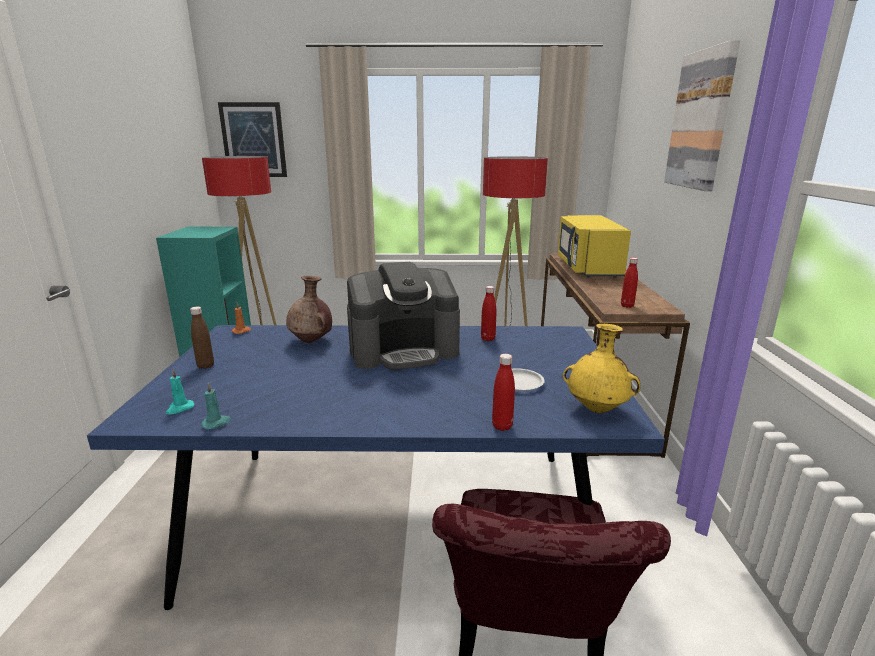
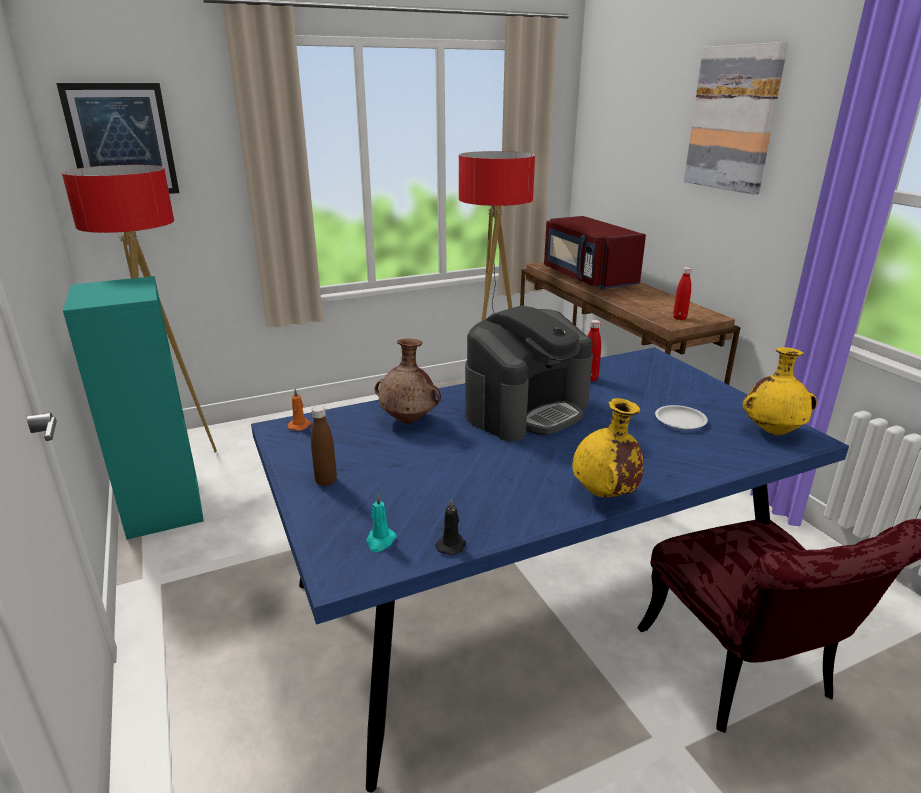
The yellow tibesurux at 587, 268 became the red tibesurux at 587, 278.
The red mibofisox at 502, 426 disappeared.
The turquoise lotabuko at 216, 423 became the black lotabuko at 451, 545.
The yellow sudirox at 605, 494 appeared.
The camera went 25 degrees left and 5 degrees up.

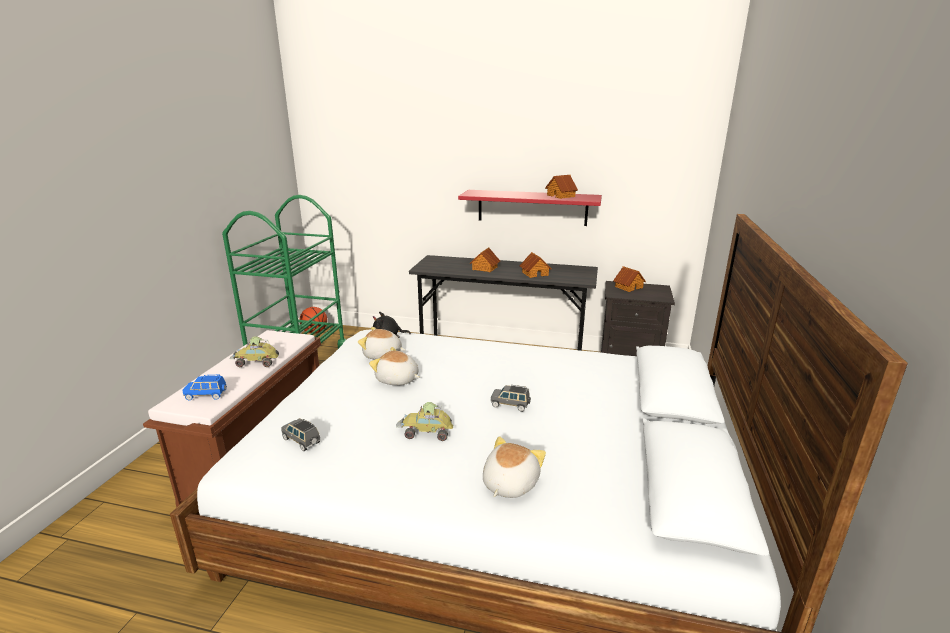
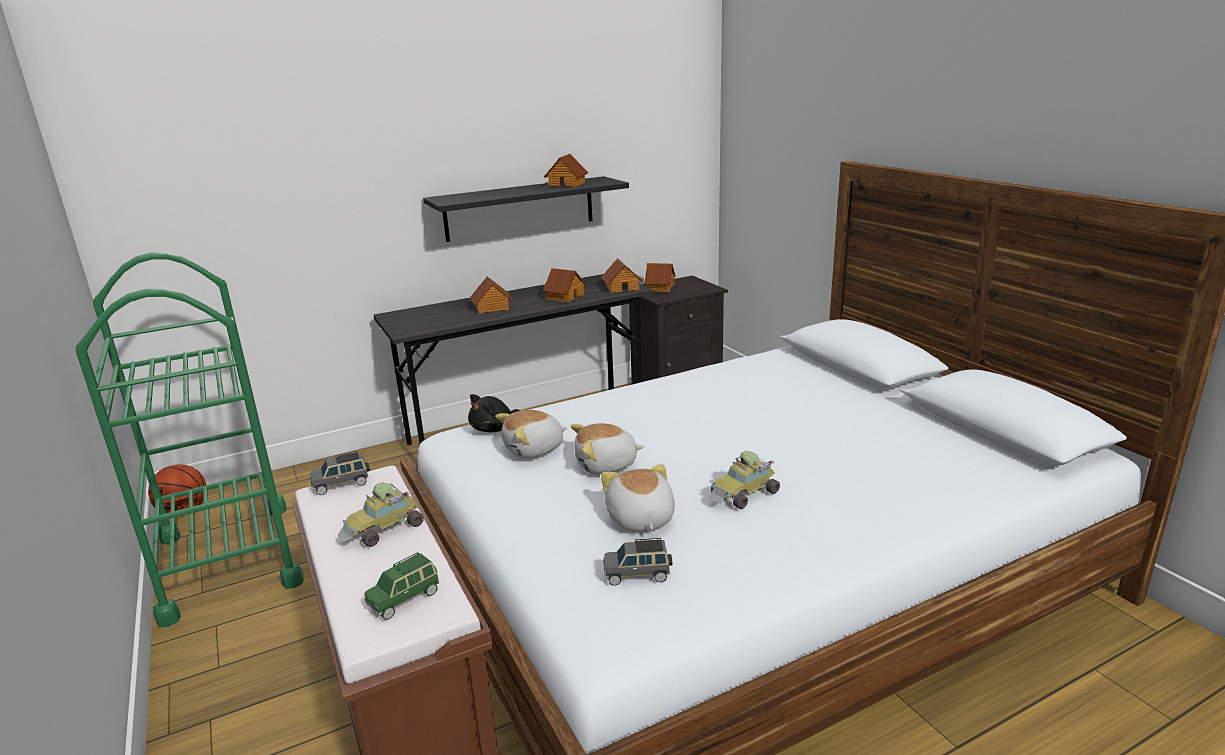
The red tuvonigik at 532, 207 became the black tuvonigik at 520, 208.
The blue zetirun at 207, 395 became the green zetirun at 405, 599.
The grey zetirun moved from 510, 405 to 342, 484.
The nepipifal moved from 508, 484 to 640, 519.
The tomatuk at 622, 288 appeared.
The camera went 40 degrees left and 0 degrees up.

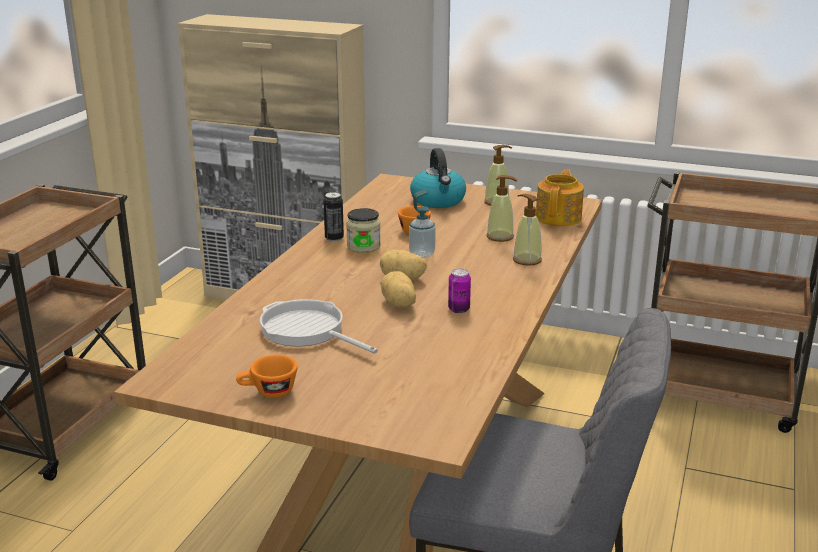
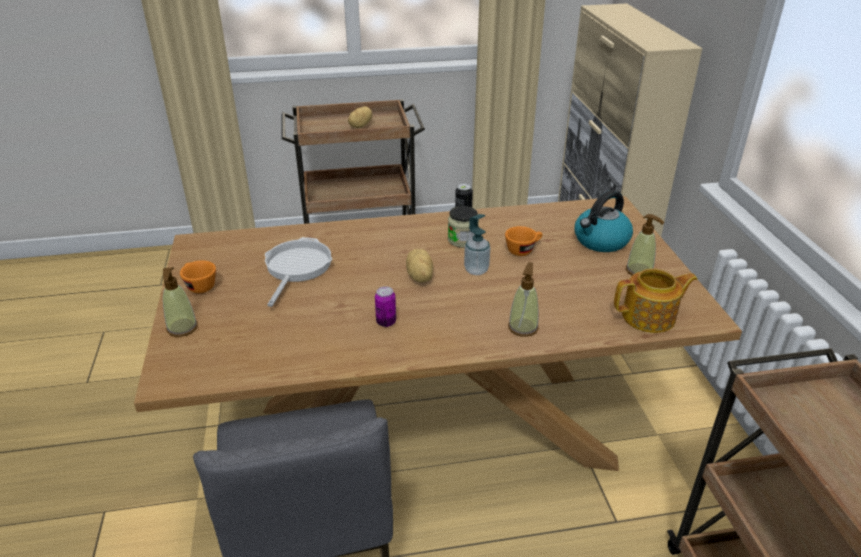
The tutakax moved from 500, 237 to 182, 328.
The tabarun moved from 398, 304 to 360, 126.
The camera went 60 degrees right and 10 degrees up.

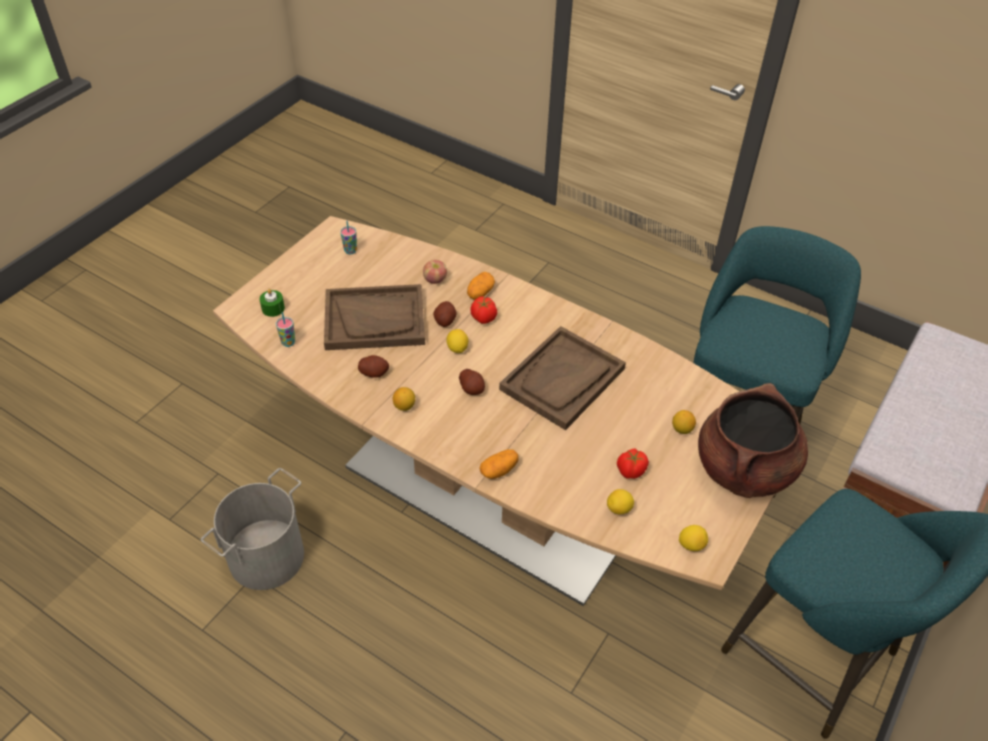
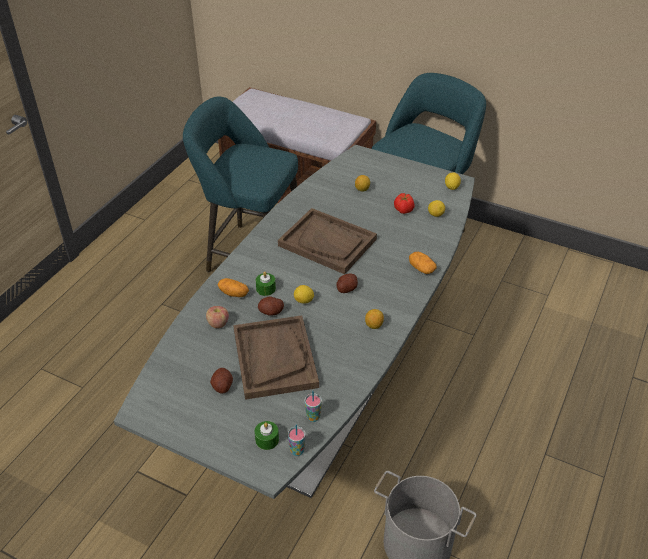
The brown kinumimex at 491, 494 became the grey kinumimex at 324, 389.
The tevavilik moved from 350, 251 to 297, 451.
The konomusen at 483, 318 was replaced by the green lotabuko at 266, 289.
The tabarun moved from 374, 372 to 222, 386.
The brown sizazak at 744, 469 disappeared.
The camera went 95 degrees left and 5 degrees down.

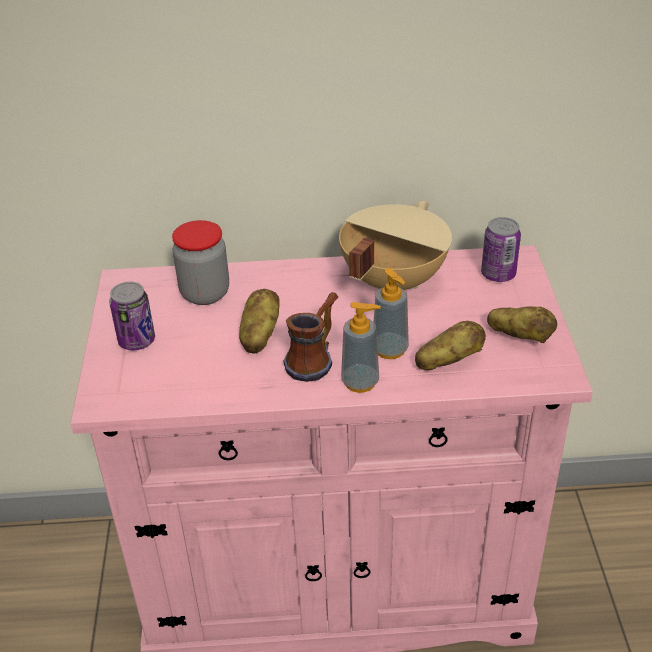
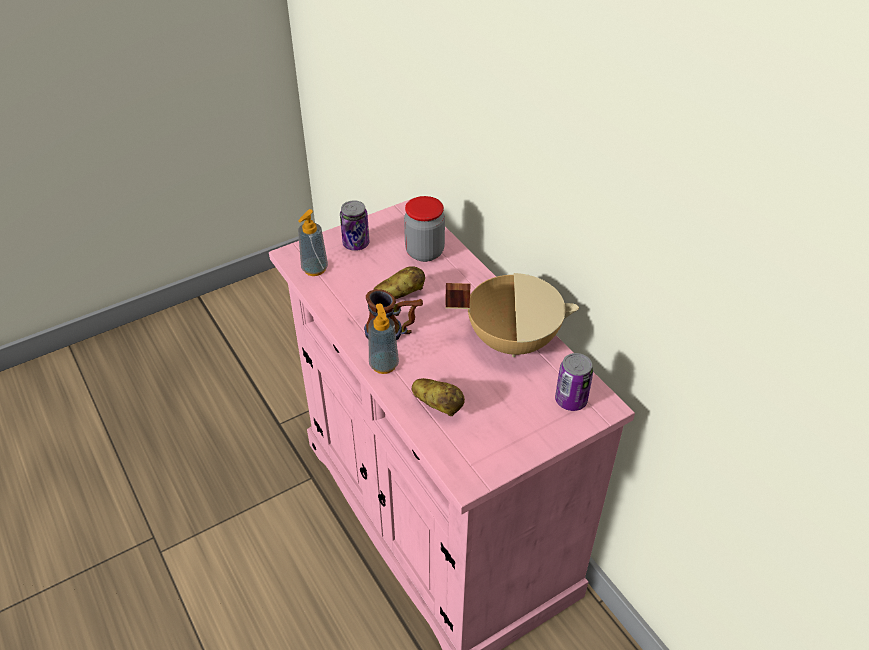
The tutakax moved from 390, 349 to 314, 269.
The tabarun at 520, 337 disappeared.
The camera went 60 degrees right and 5 degrees up.

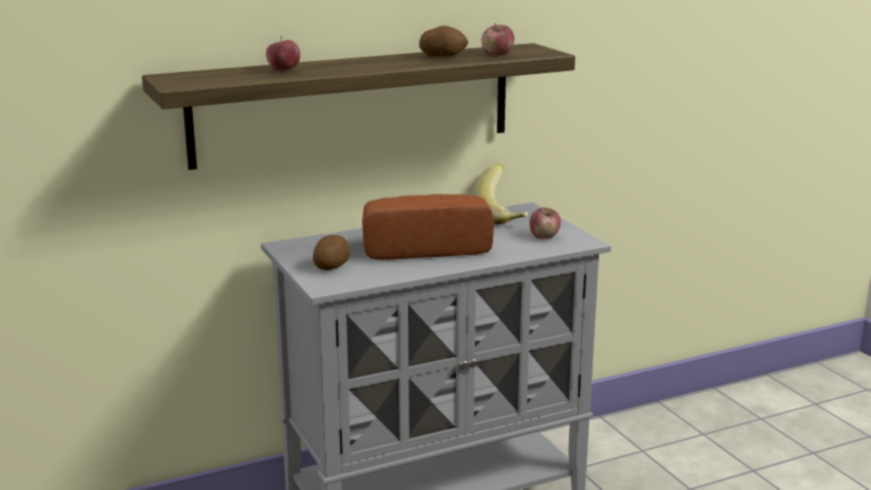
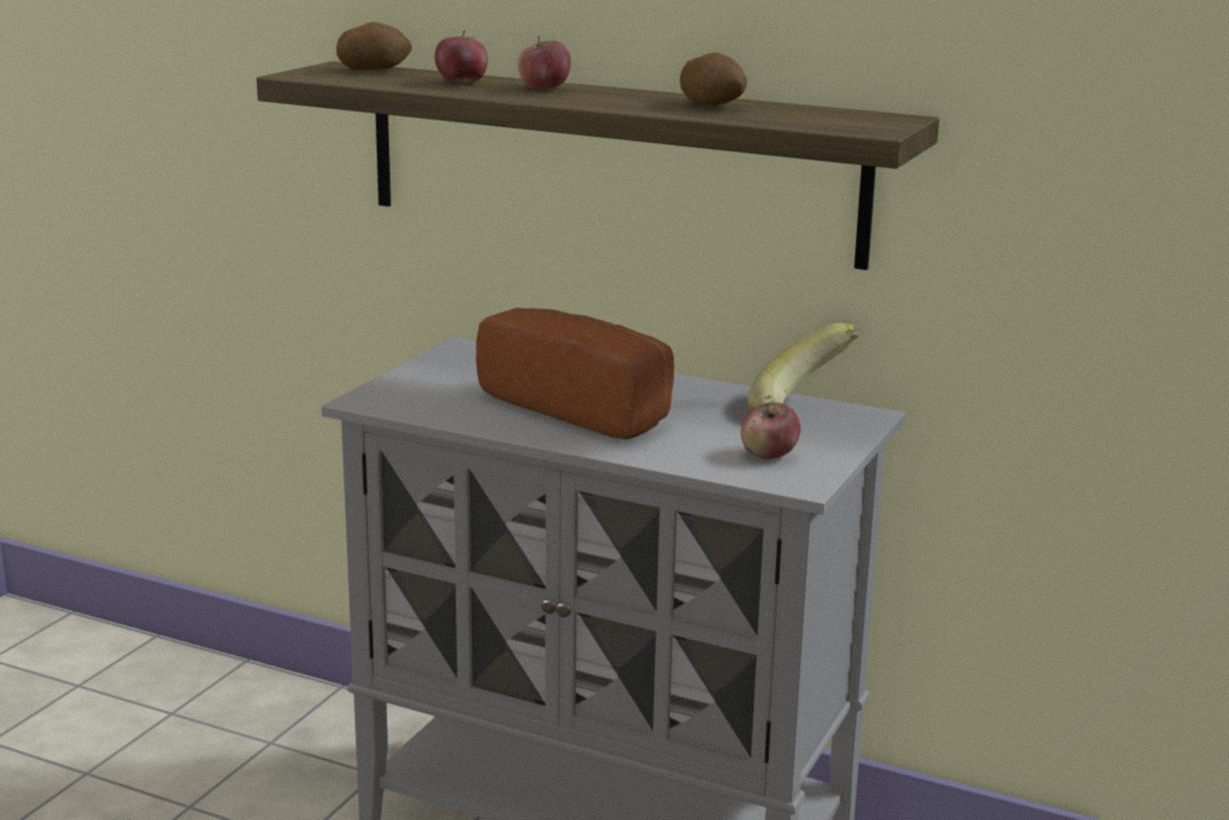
The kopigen moved from 497, 54 to 543, 88.
The tabarun moved from 331, 266 to 374, 70.
The camera went 50 degrees right and 0 degrees up.

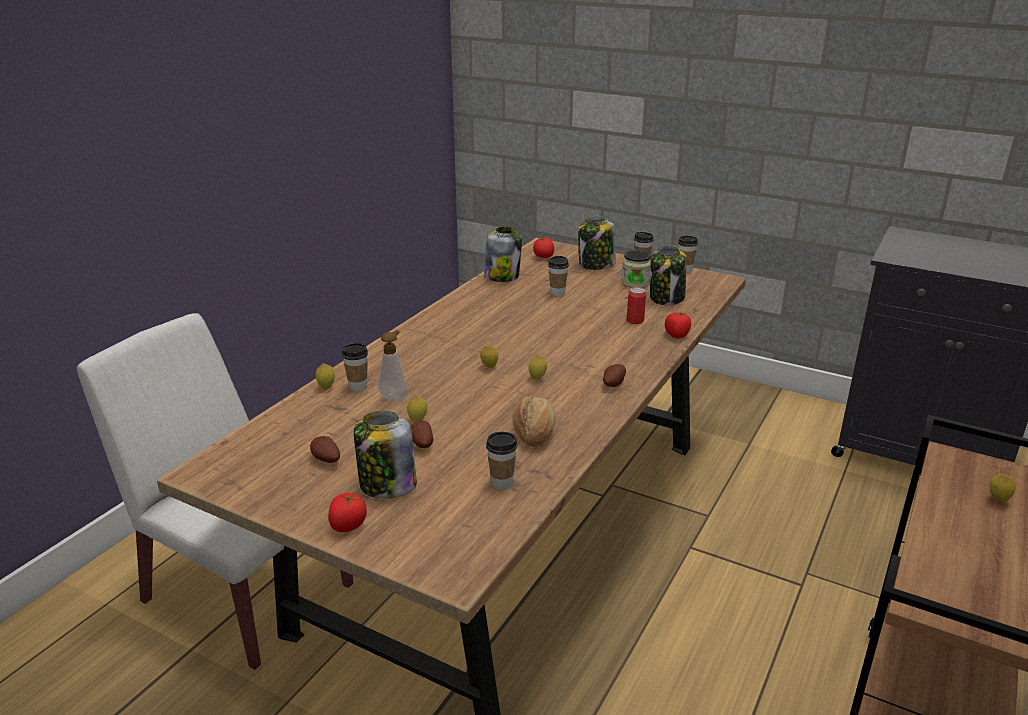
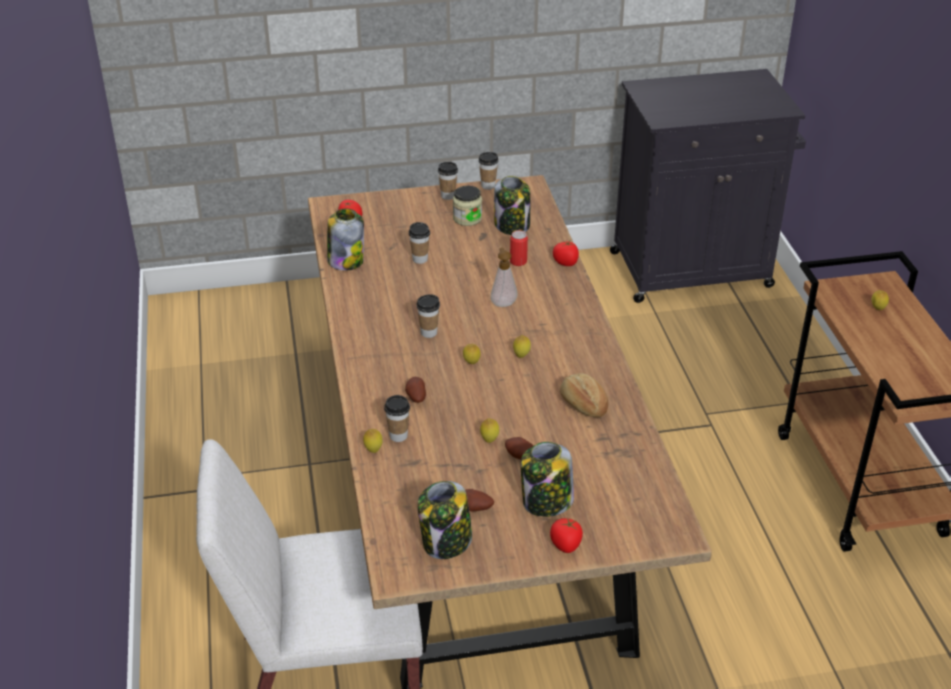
The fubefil moved from 596, 265 to 446, 542.
The tutakax moved from 394, 397 to 503, 303.
The tabarun moved from 613, 384 to 415, 397.
The tevavilik moved from 502, 483 to 428, 333.
The camera went 40 degrees left and 10 degrees up.

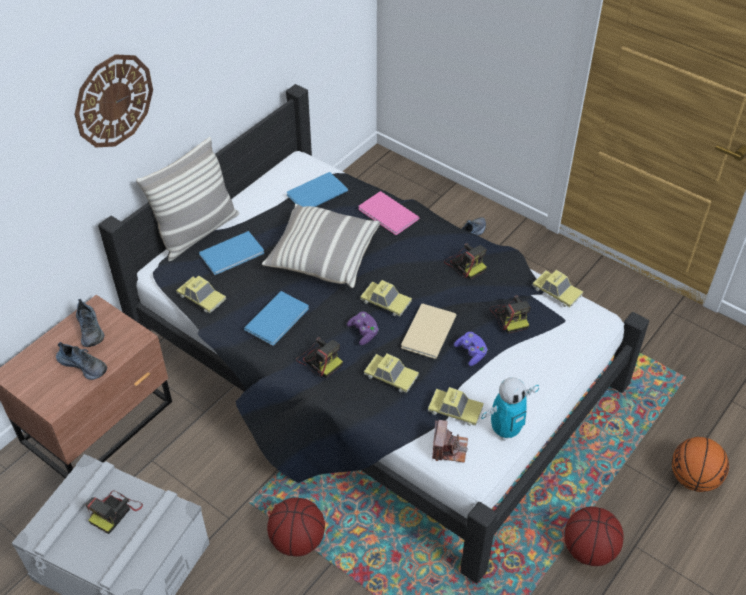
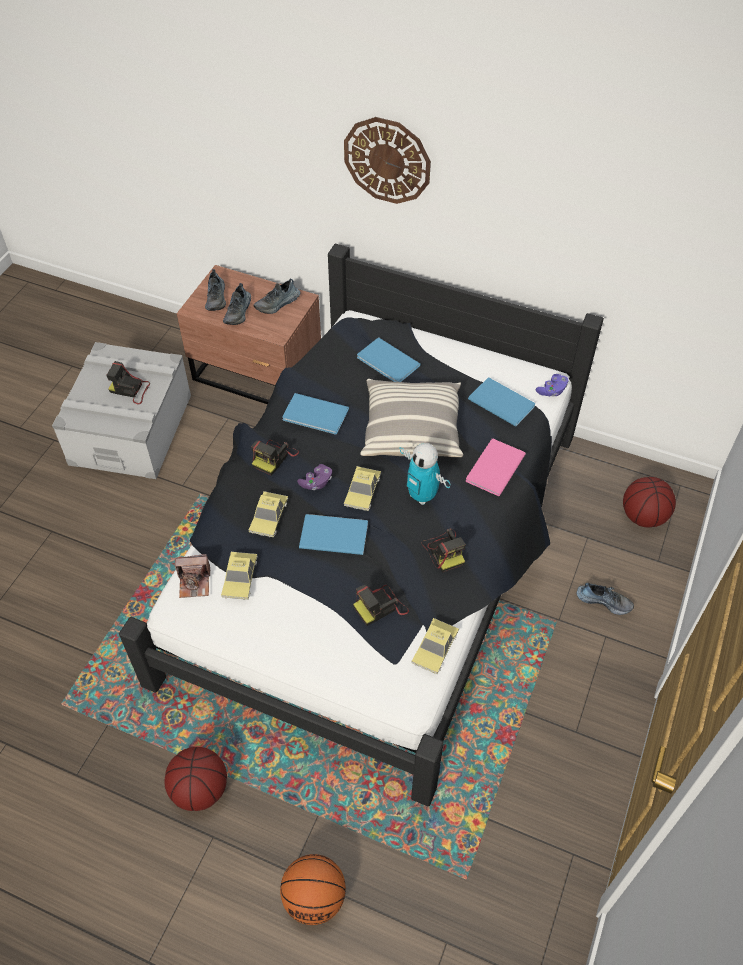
The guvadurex at 197, 232 disappeared.
The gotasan at 465, 264 turned 60 degrees counterclockwise.
The zetirun at 201, 298 disappeared.
The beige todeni at 426, 332 became the blue todeni at 332, 534.
The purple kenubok moved from 471, 353 to 552, 391.
The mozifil moved from 505, 431 to 422, 496.
The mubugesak moved from 297, 540 to 643, 516.
The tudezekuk at 216, 298 appeared.
The camera went 75 degrees right and 5 degrees up.

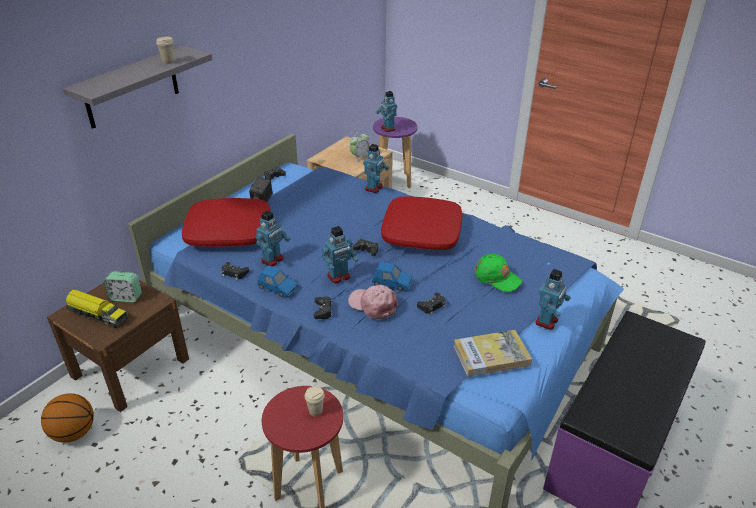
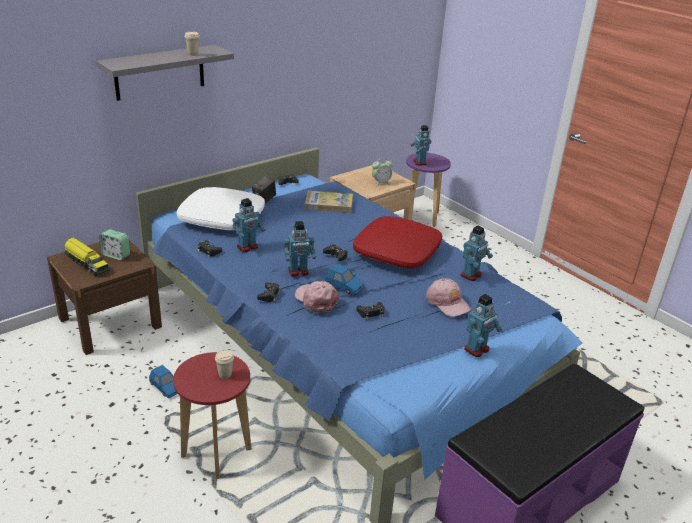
The mozifil moved from 374, 188 to 471, 275.
The red guvadurex at 229, 231 became the white guvadurex at 222, 218.
The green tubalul at 497, 277 became the pink tubalul at 447, 302.
The blue zetirun moved from 278, 288 to 165, 387.
The todeni moved from 491, 355 to 329, 204.
The mubugesak at 74, 432 disappeared.
The camera went 15 degrees right and 5 degrees down.

